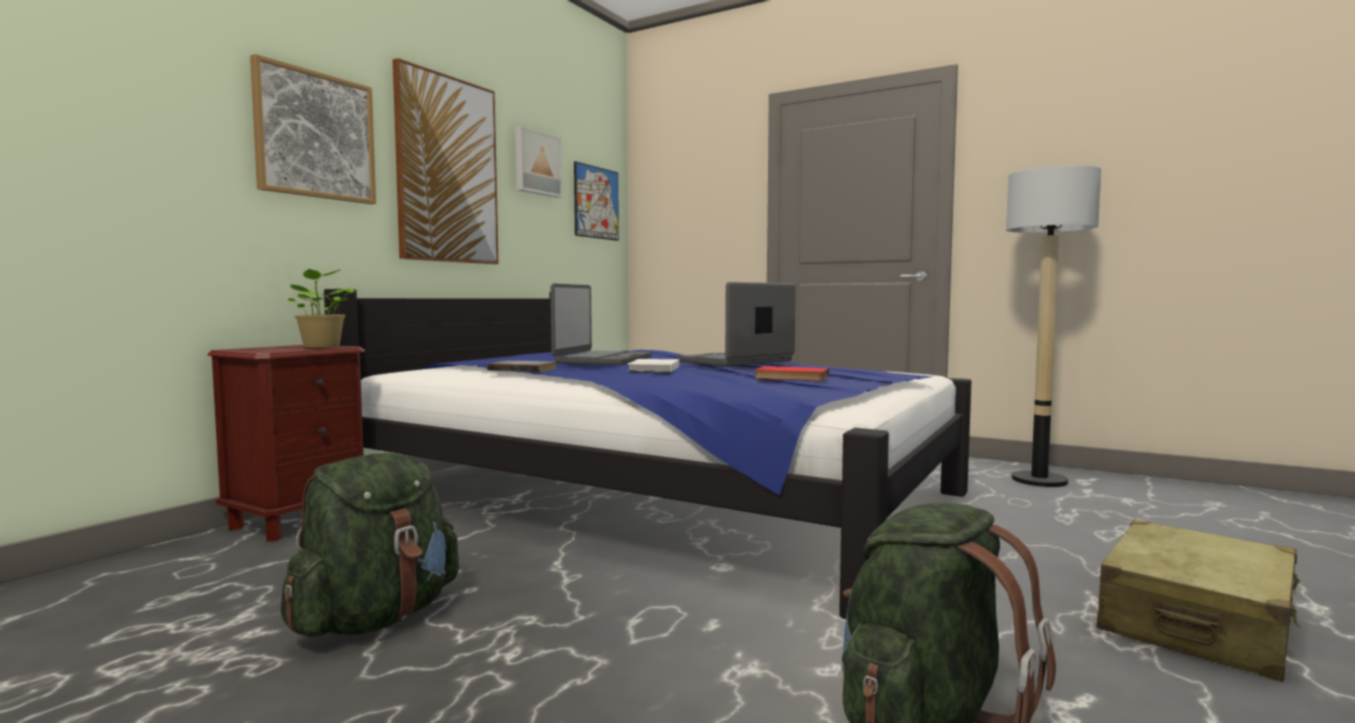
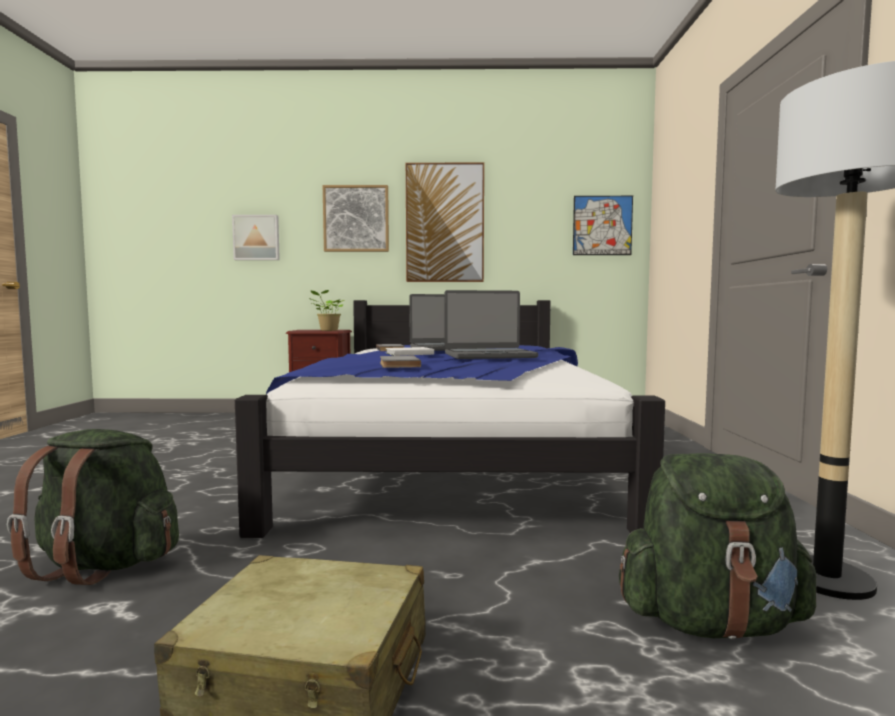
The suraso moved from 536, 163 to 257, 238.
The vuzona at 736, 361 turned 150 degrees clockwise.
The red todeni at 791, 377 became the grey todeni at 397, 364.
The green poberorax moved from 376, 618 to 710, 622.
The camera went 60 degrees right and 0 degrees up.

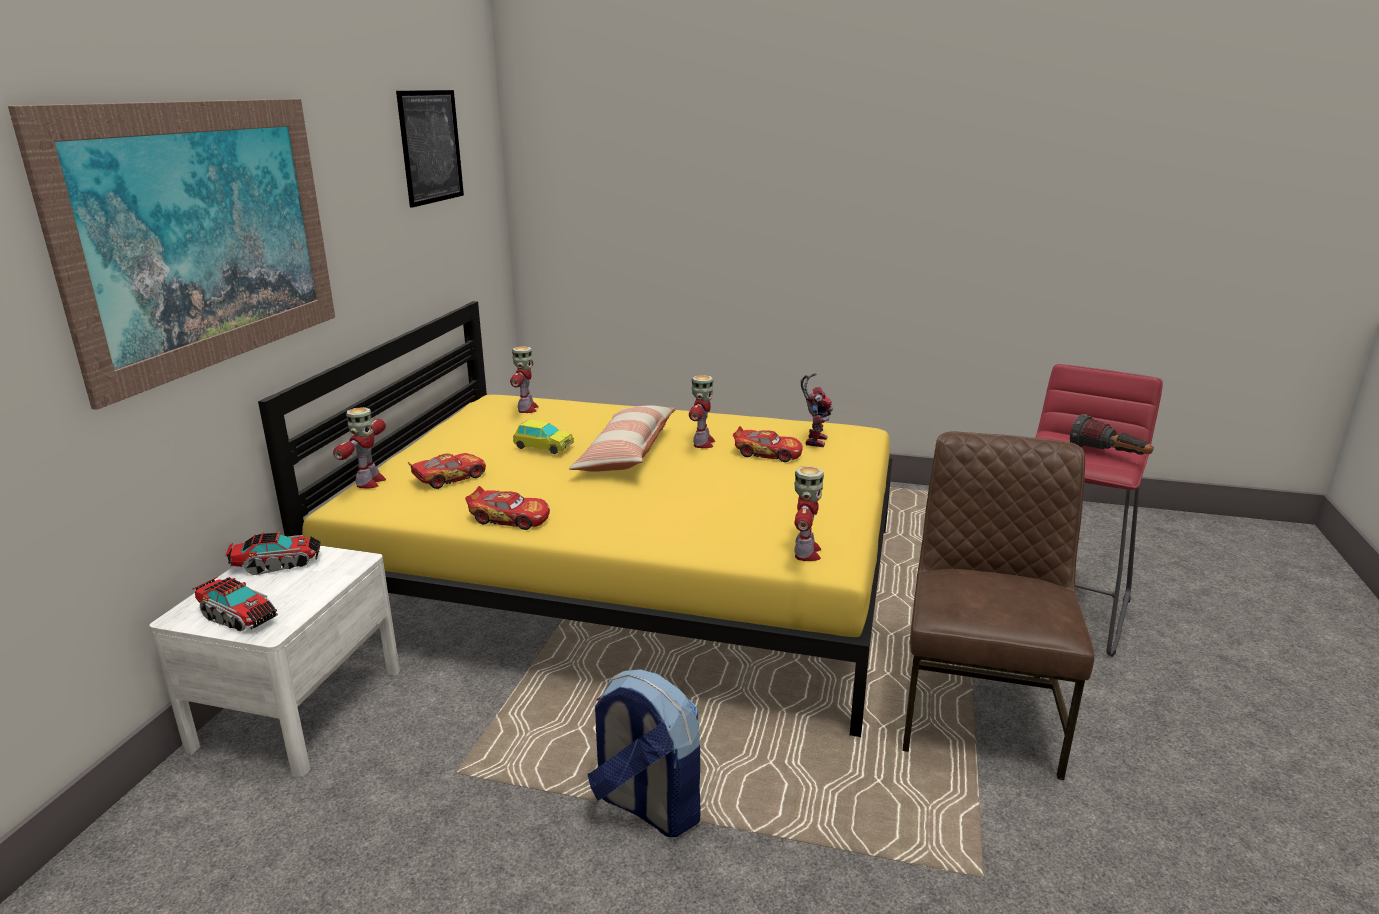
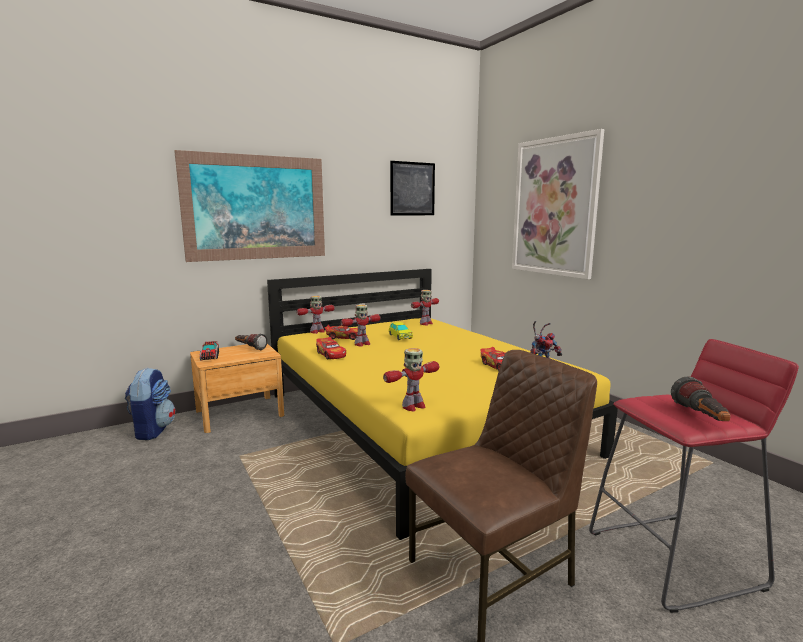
The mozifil moved from 702, 443 to 362, 344.
The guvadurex at 626, 453 disappeared.
The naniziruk at 277, 564 was replaced by the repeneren at 250, 348.
The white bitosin at 299, 708 became the brown bitosin at 239, 413.
The poberorax moved from 646, 806 to 152, 430.
The suraso at 554, 207 appeared.
The camera went 45 degrees right and 10 degrees down.

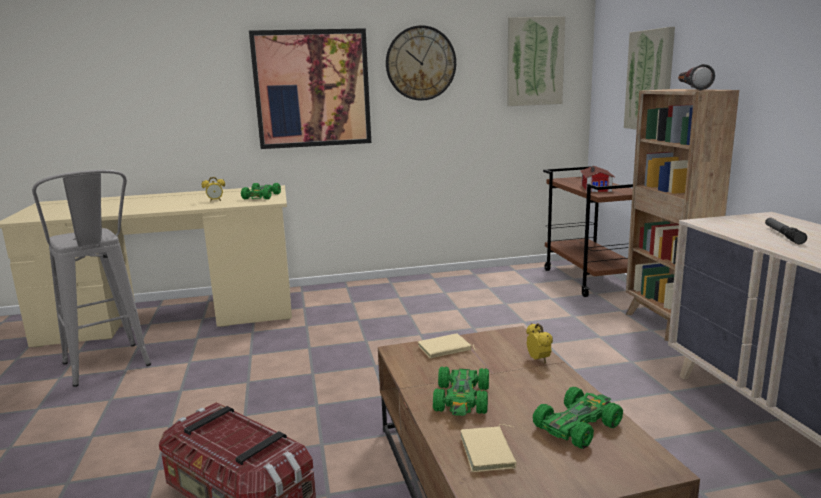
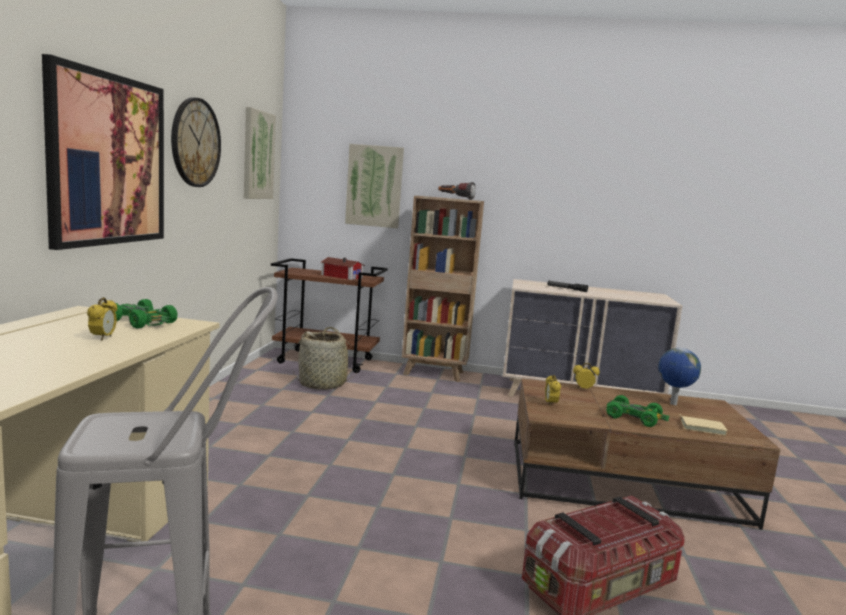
The beige todeni at 445, 349 was replaced by the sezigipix at 550, 404.
The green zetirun at 577, 425 was replaced by the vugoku at 673, 404.
The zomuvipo at 323, 384 appeared.
The camera went 70 degrees left and 5 degrees down.

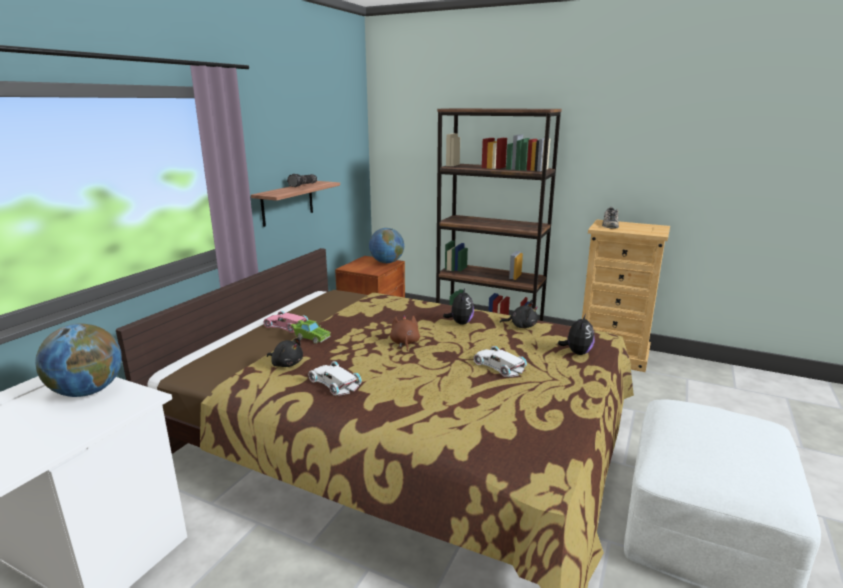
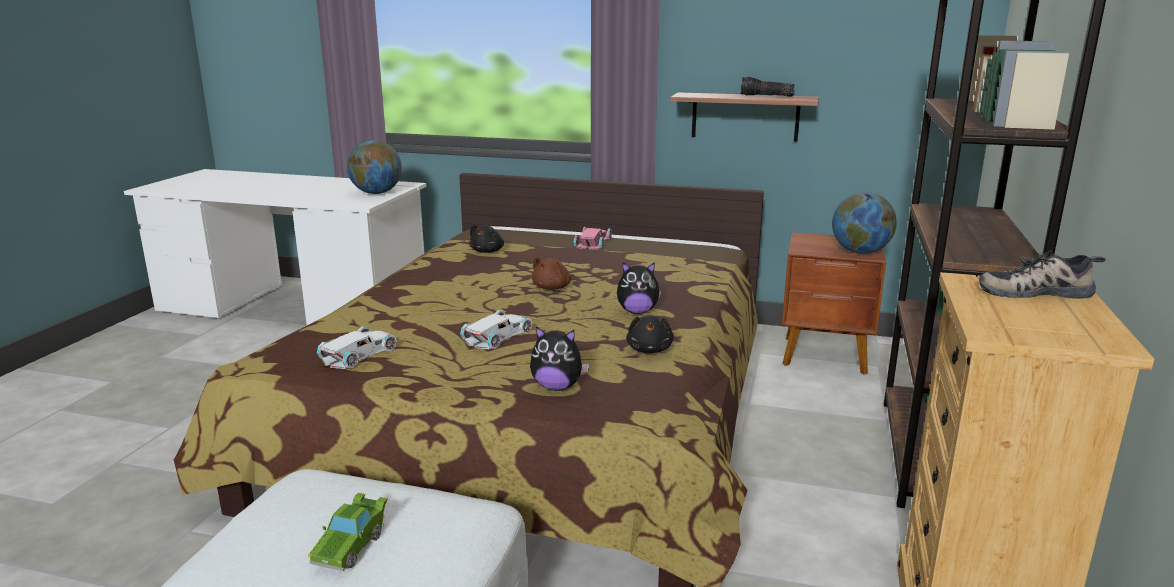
The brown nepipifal at 404, 343 turned 135 degrees clockwise.
The green zetirun moved from 311, 338 to 352, 545.
The white zetirun moved from 335, 382 to 360, 354.
The camera went 80 degrees right and 0 degrees up.

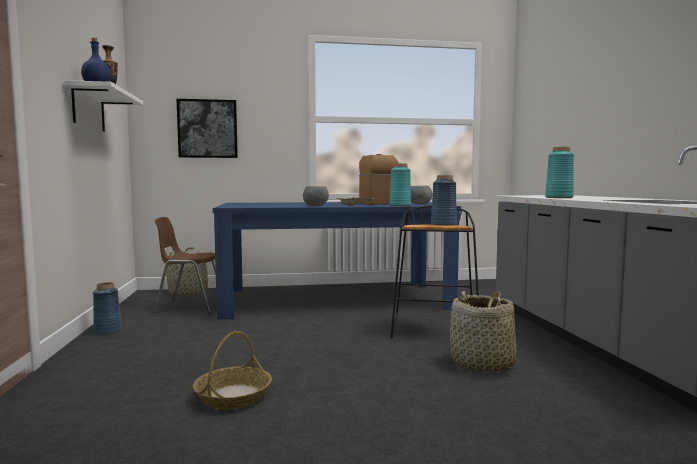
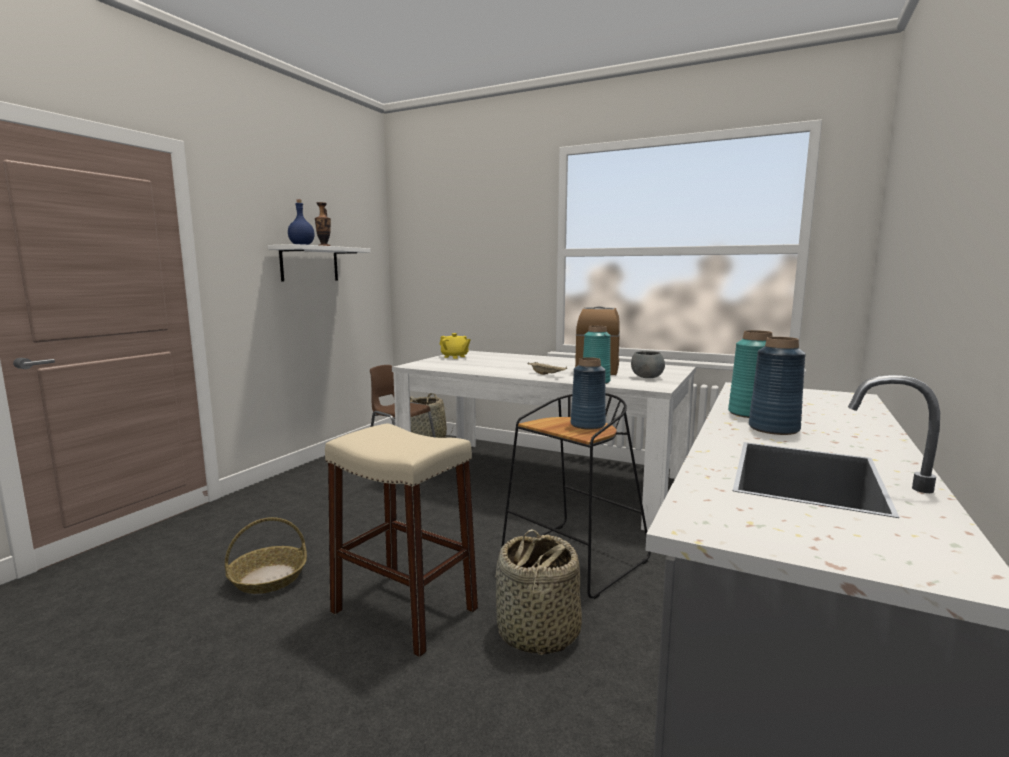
The suraso at 207, 129 disappeared.
The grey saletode at 315, 206 disappeared.
The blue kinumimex at 334, 299 became the white kinumimex at 542, 480.
The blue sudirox moved from 108, 331 to 774, 428.
The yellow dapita at 454, 357 appeared.
The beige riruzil at 404, 610 appeared.
The camera went 35 degrees right and 5 degrees up.

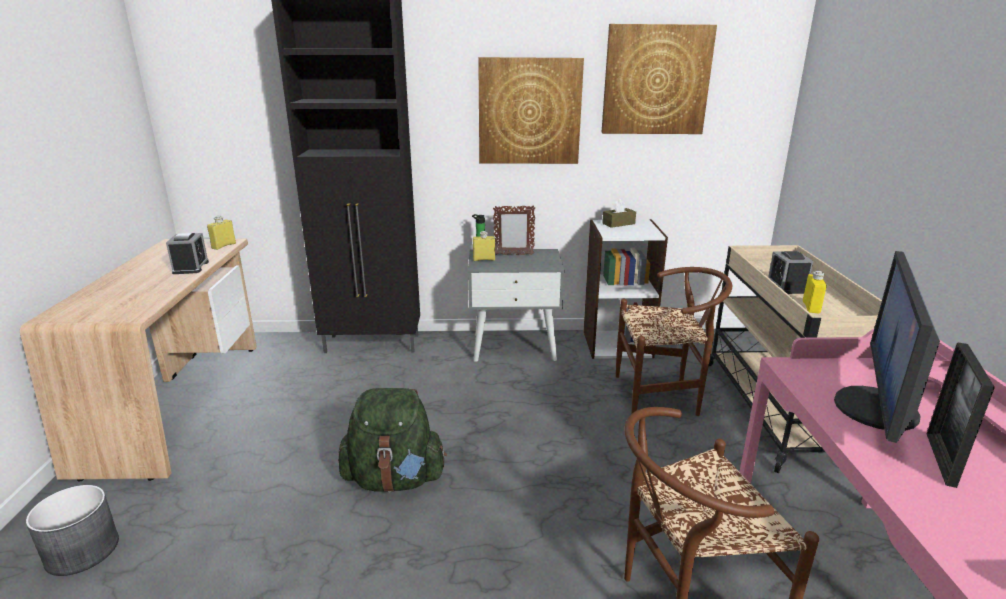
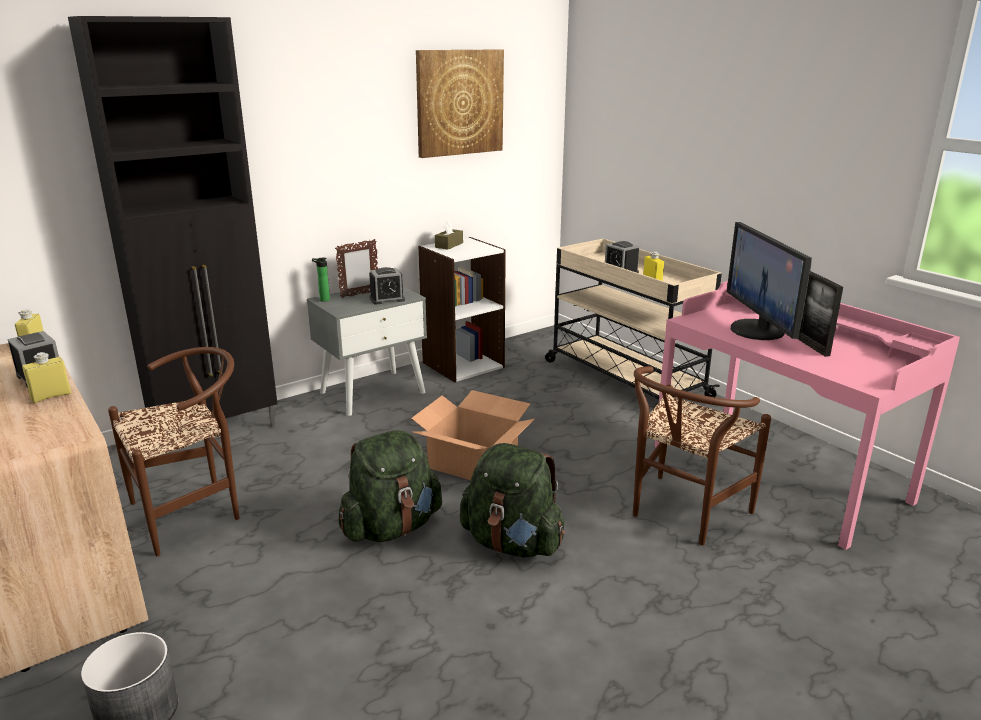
The suraso at 529, 111 disappeared.
The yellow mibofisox moved from 484, 259 to 51, 396.
The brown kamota moved from 663, 398 to 194, 512.
The sezigipix at 387, 299 appeared.
The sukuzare at 473, 461 appeared.
The green poberorax at 512, 543 appeared.
The camera went 35 degrees left and 0 degrees up.

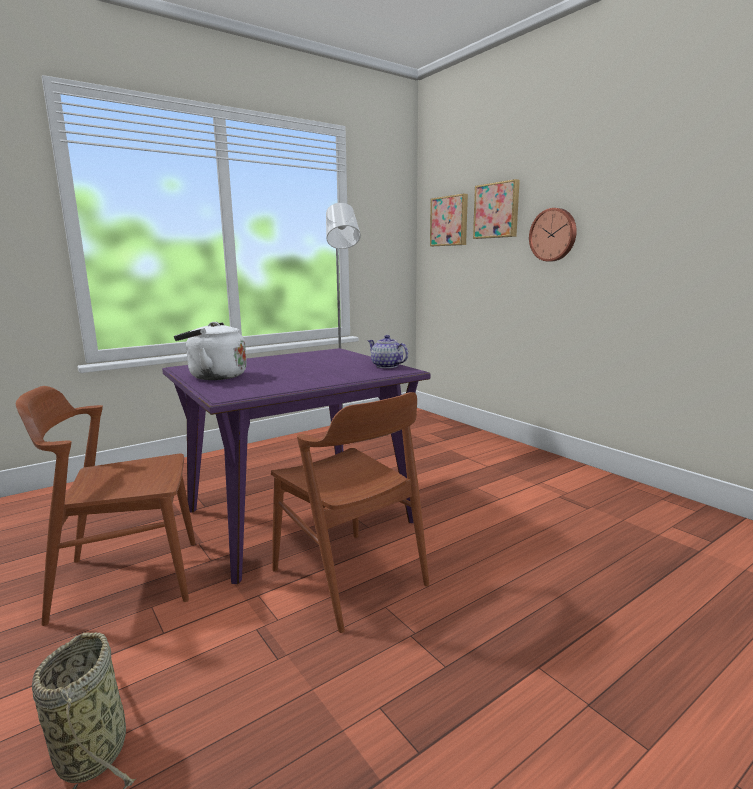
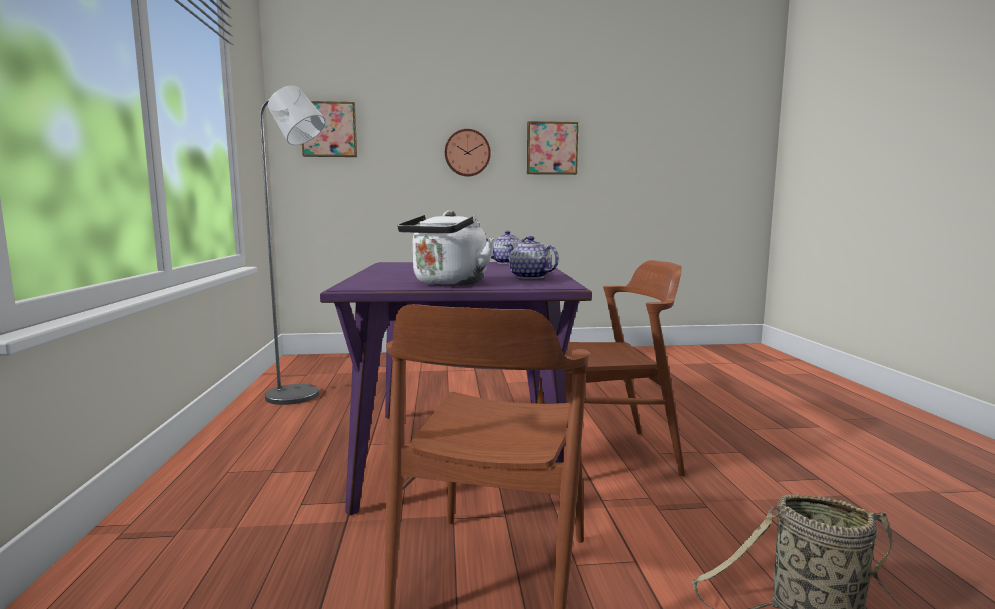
The suraso moved from 497, 210 to 551, 148.
The dapita at 530, 277 appeared.
The camera went 60 degrees left and 5 degrees down.

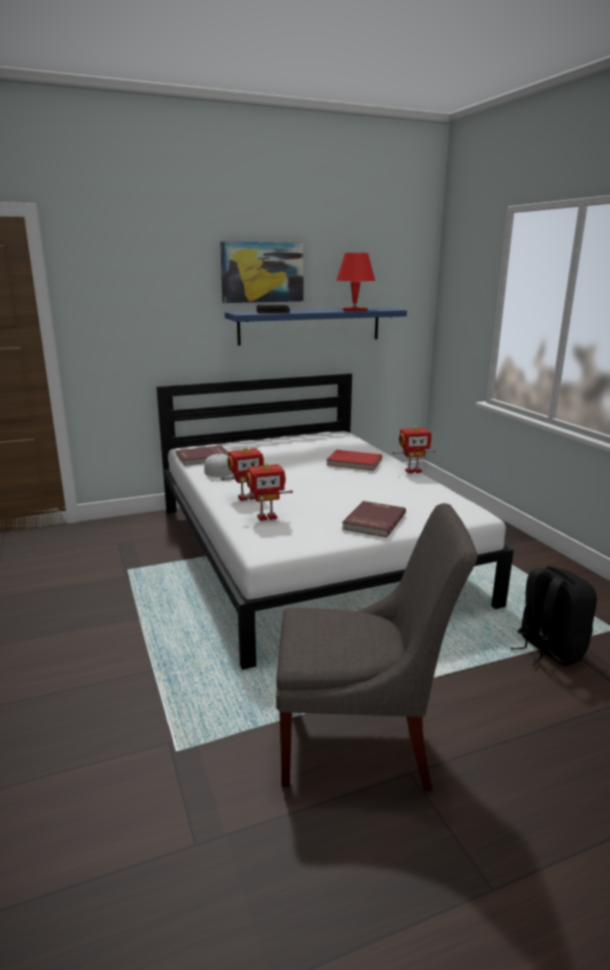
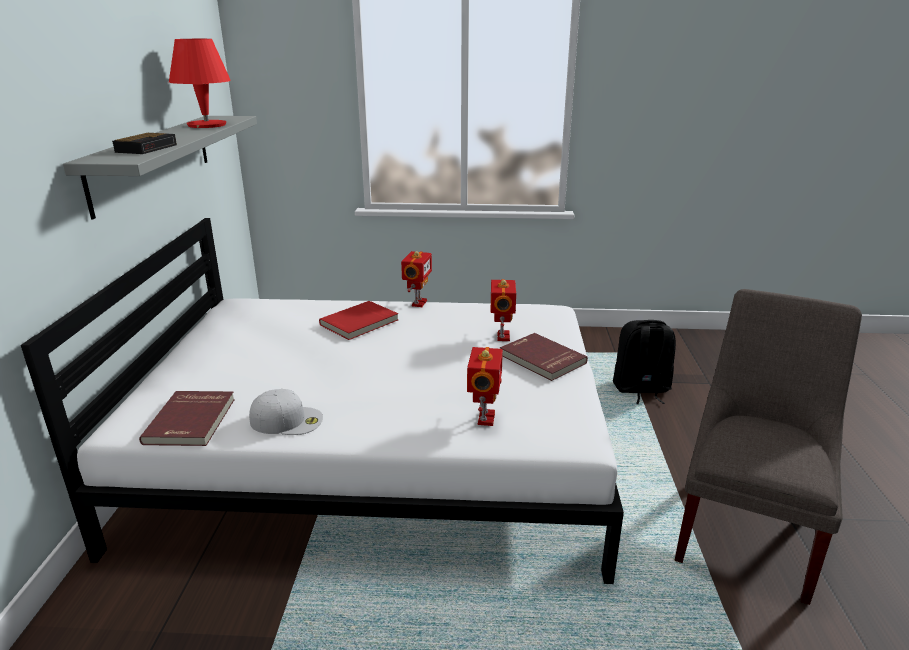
The suraso at 262, 272 disappeared.
The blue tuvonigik at 310, 326 became the grey tuvonigik at 153, 160.
The mozifil moved from 246, 497 to 502, 336.
The camera went 65 degrees left and 5 degrees up.

